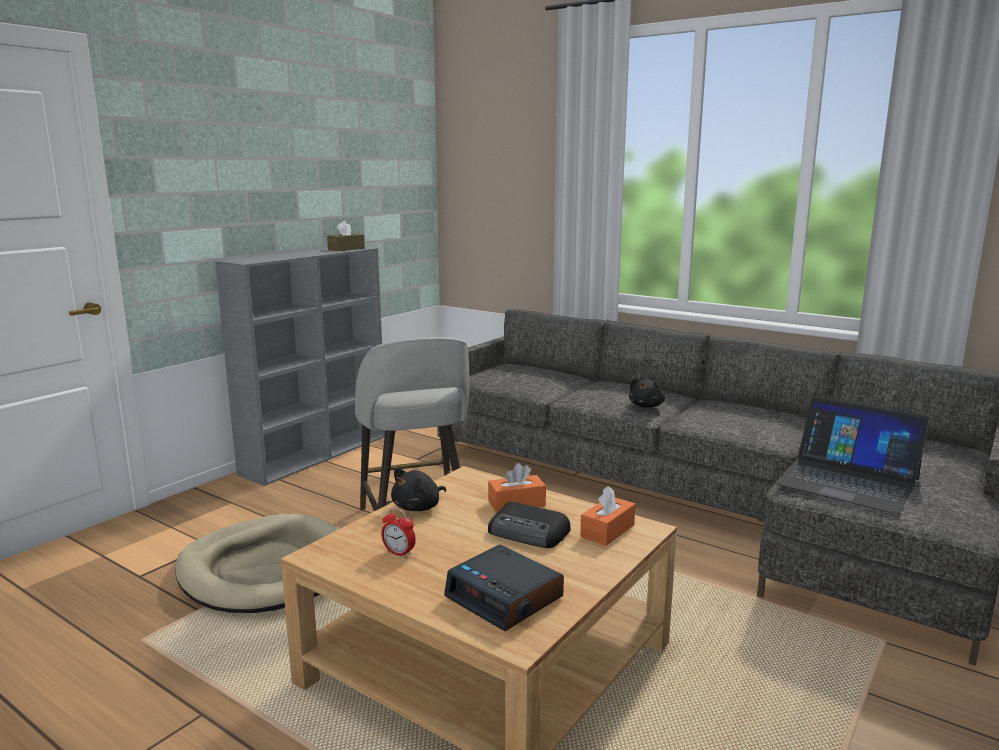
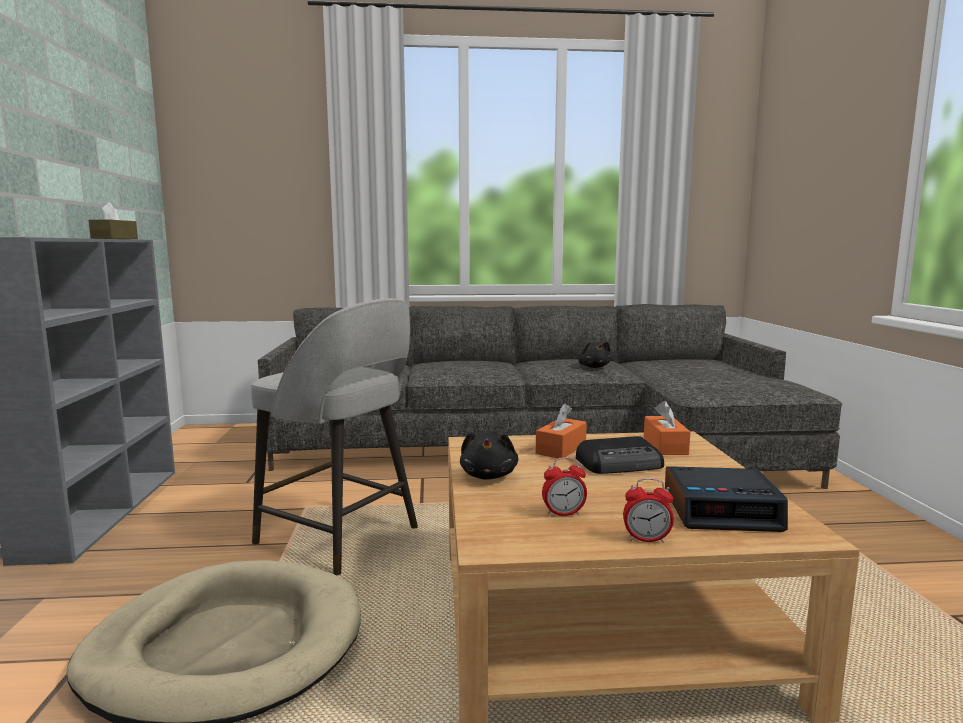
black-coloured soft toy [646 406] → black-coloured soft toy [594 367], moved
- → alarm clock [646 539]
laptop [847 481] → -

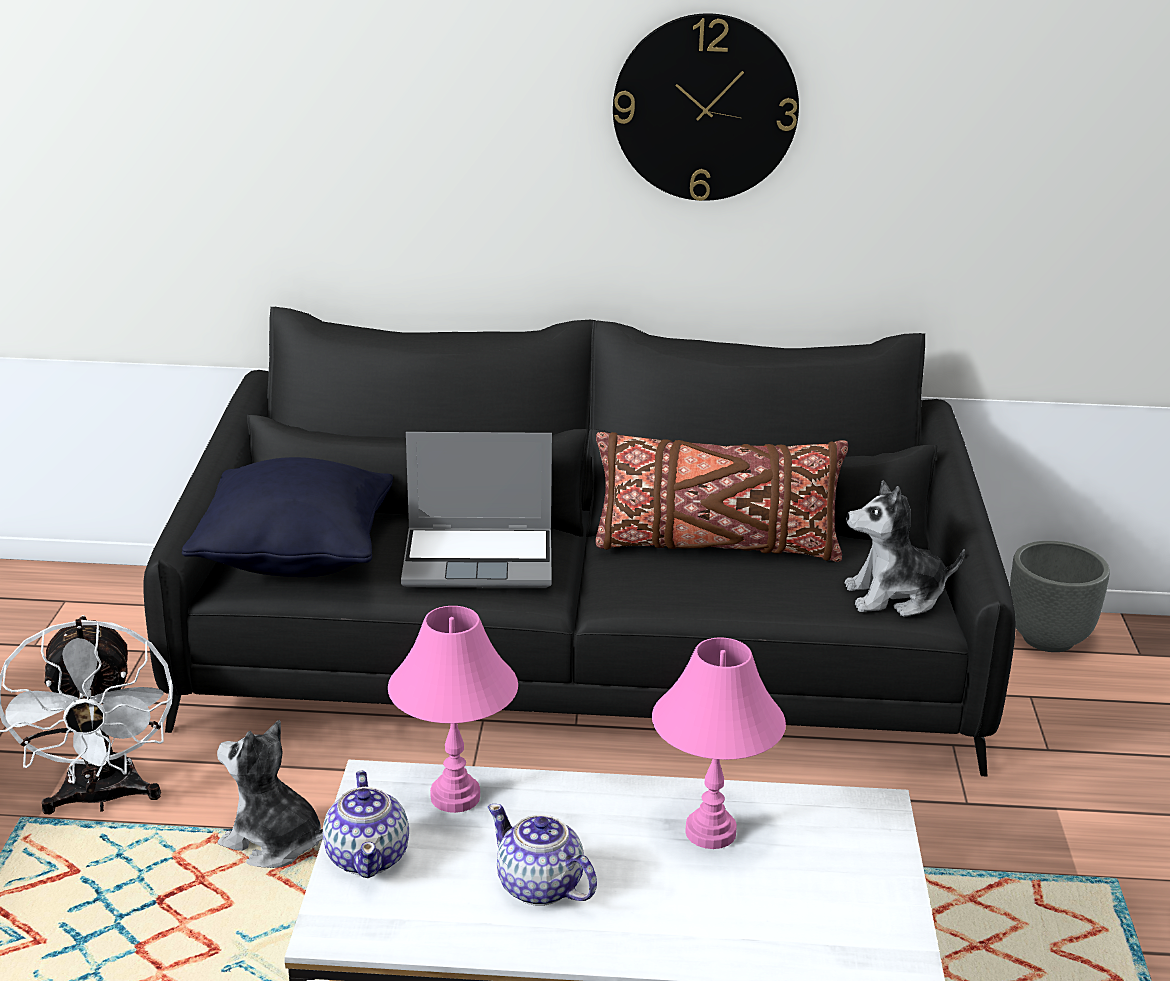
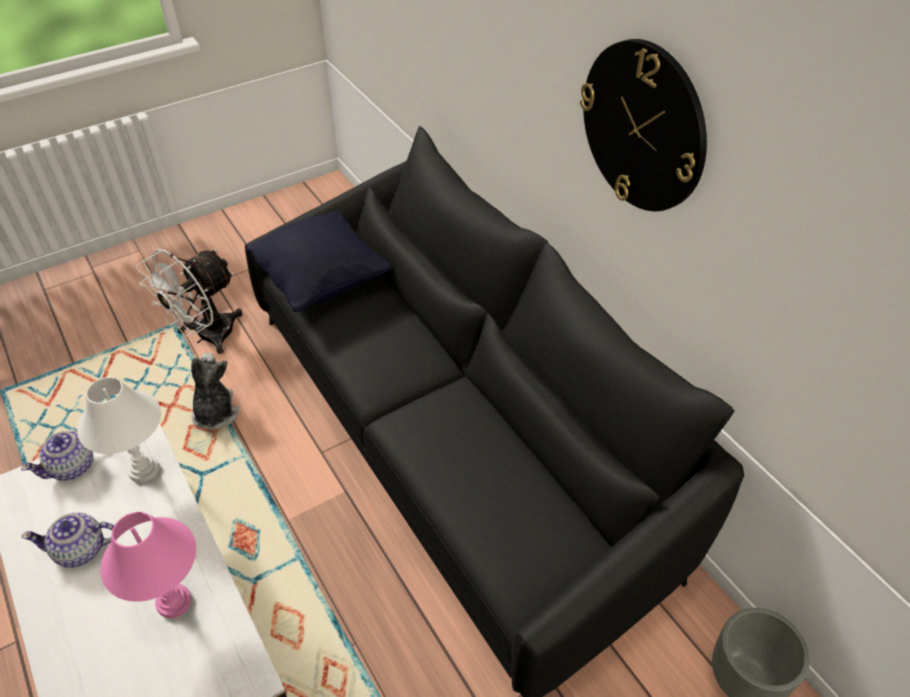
pot for tea [540 887] → pot for tea [81 550], 105 degrees counterclockwise
pinkish tabletop lamp [454 796] → white-coloured tabletop lamp [143 469]
laptop [480 559] → -
brown cushion [715 546] → -
soft toy [894 597] → -

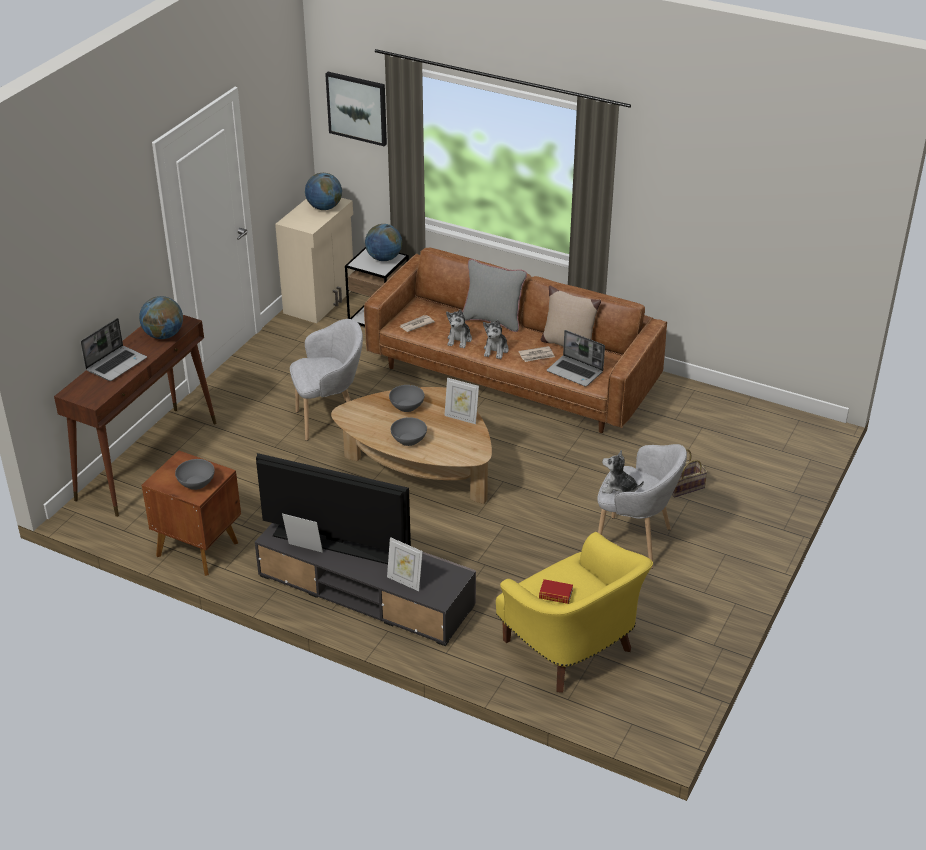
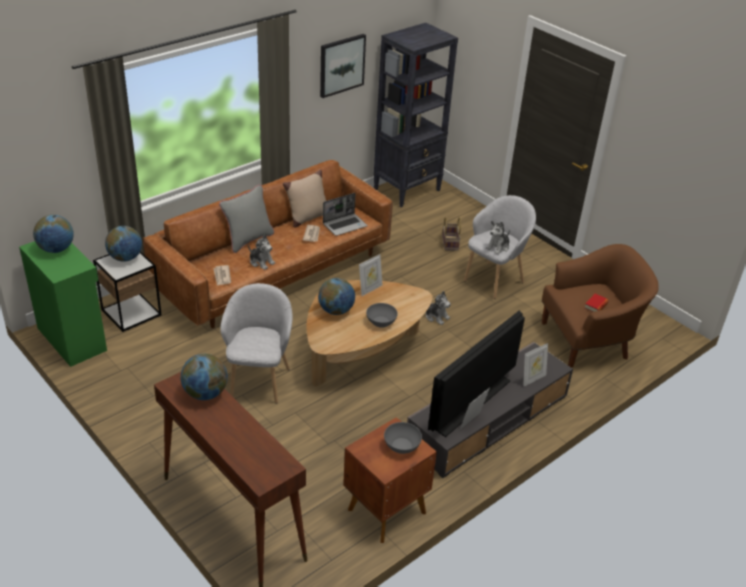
beige cabinet [320 300] → greenish cabinet [73 338]
grey deep dish [407 406] → globe [336 310]
wall art [357 108] → wall art [341 65], moved
- → black-coloured bookshelf [407 190]
soft toy [496 350] → soft toy [436 316], moved
yellow lounge chair [571 650] → brown lounge chair [588 341]
laptop [116 364] → -

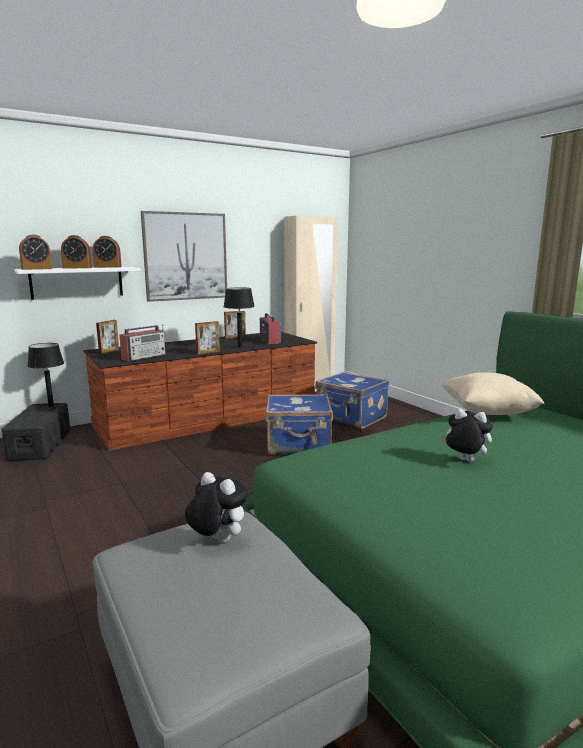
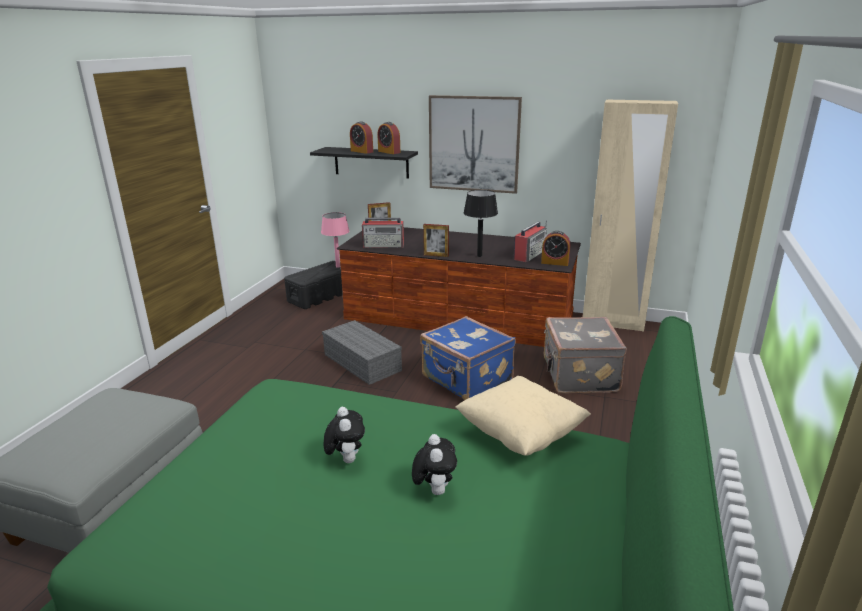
white-coloured wall shelf [77 282] → black-coloured wall shelf [371 162]
black-coloured tabletop lamp [50 406] → pinkish tabletop lamp [338 266]
- → grey storage container [363 362]
soft toy [217 540] → soft toy [434 490], moved
alarm clock [37 269] → alarm clock [555 262], moved
blue-coloured travel case [351 418] → grey travel case [578 375]
photo frame [235 337] → -

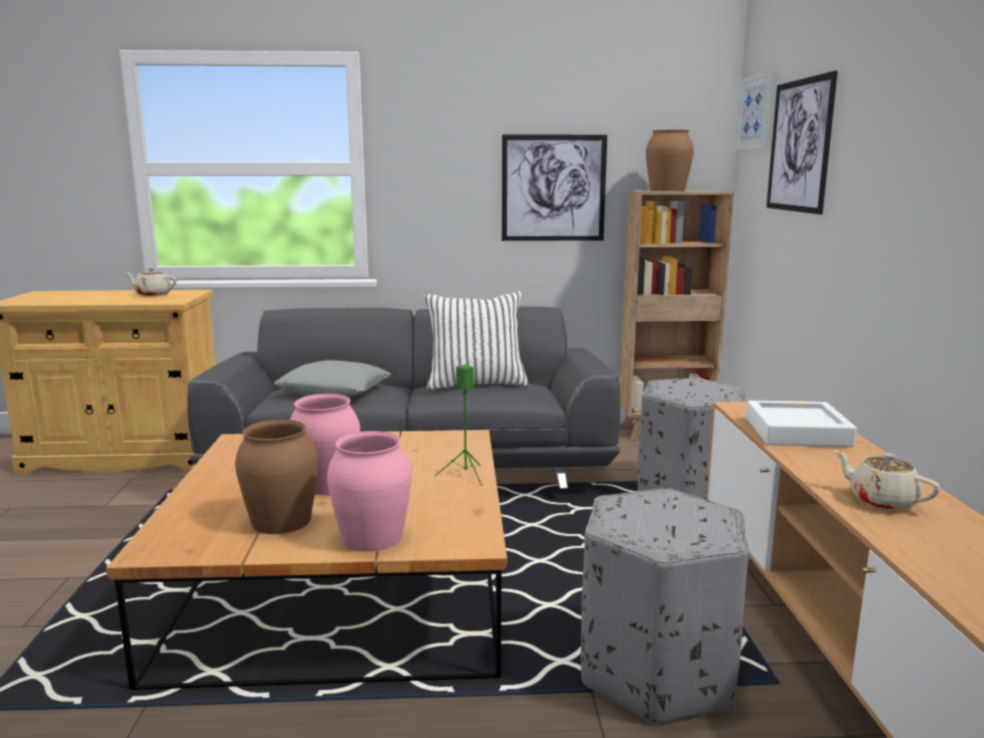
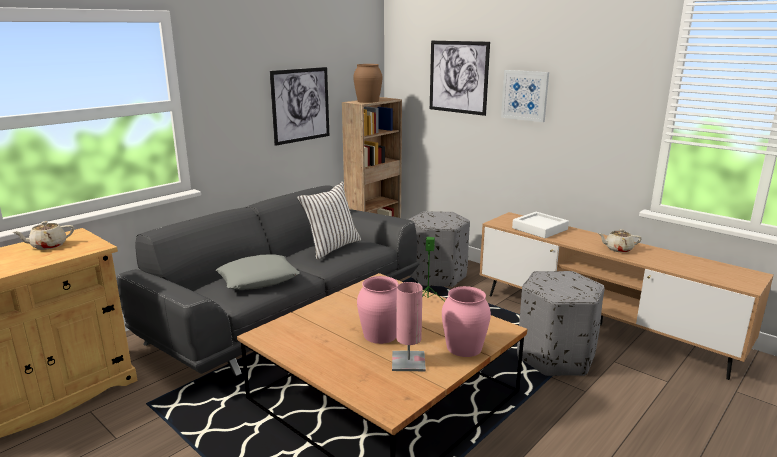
brown flower vase [281 520] → pinkish tabletop lamp [408 361]
wall art [756 112] → wall art [525 95], moved

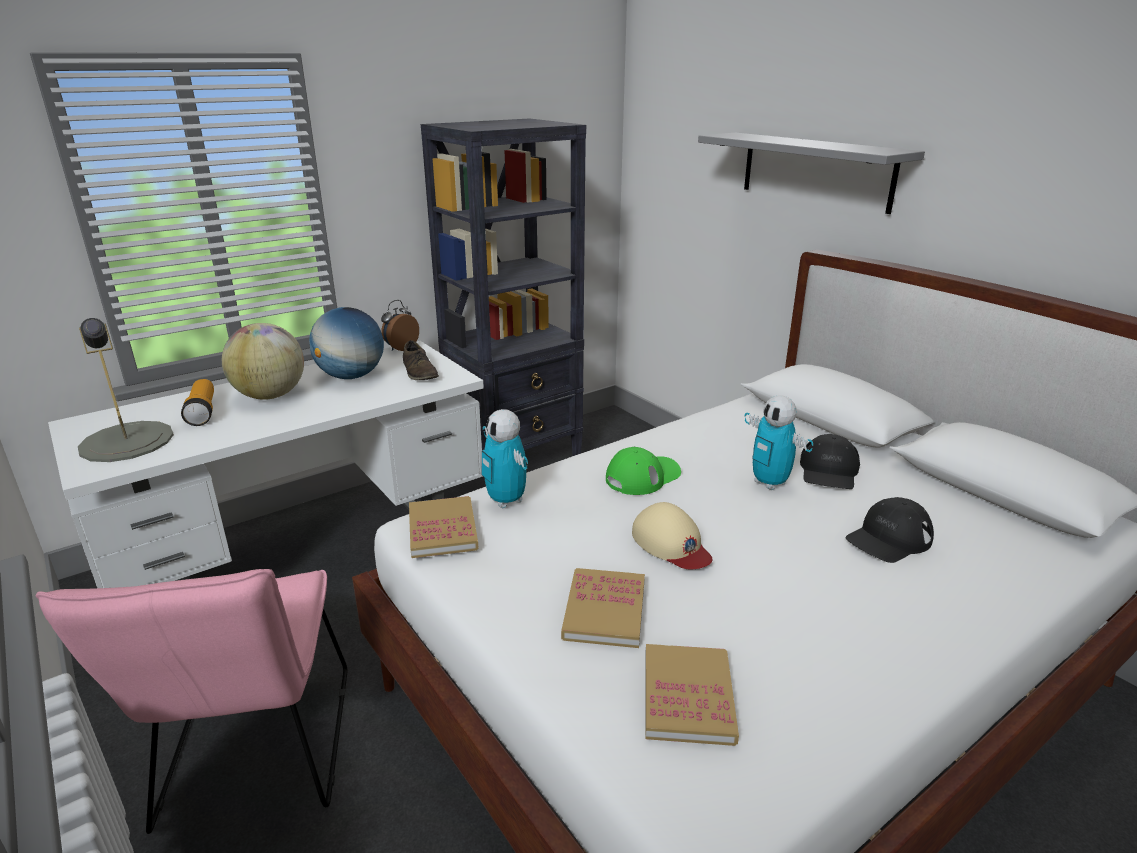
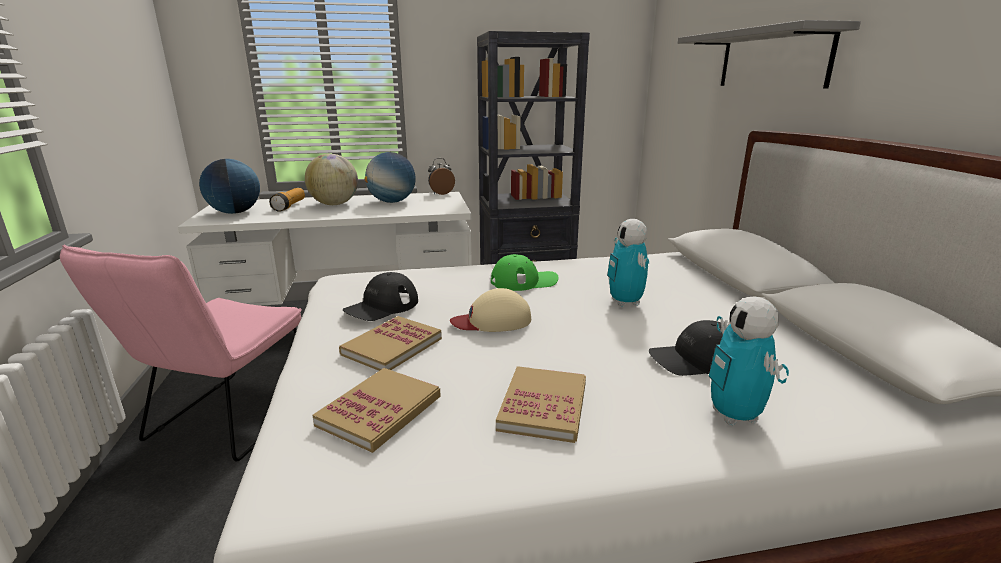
grey tabletop lamp [126 441] → globe [235 212]
black-coloured peaked cap [828 471] → black-coloured peaked cap [382 306], moved
beige peaked cap [671 544] → beige peaked cap [492 321], 90 degrees clockwise
book [442 530] → book [543 406], moved
robot figure [506 500] → robot figure [734 416], moved
brown item of footwear [420 372] → -

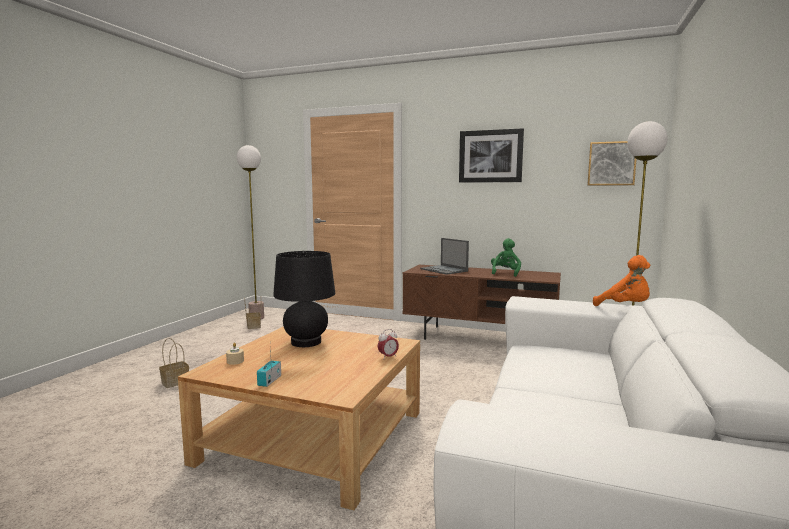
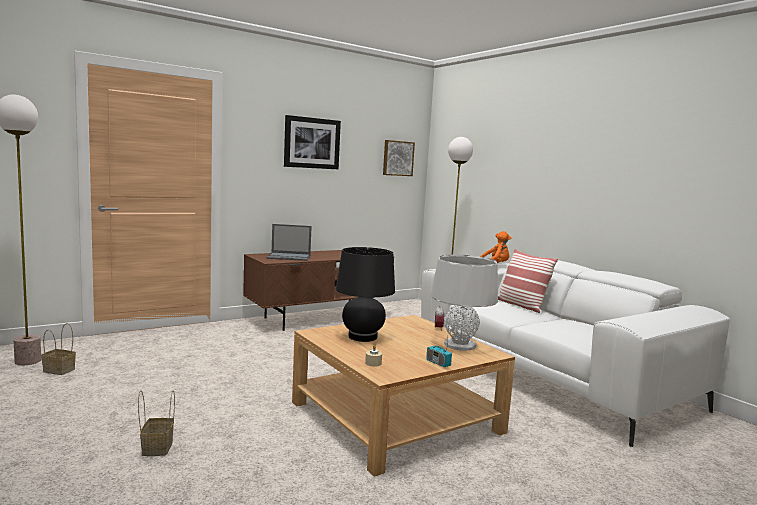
- → grey tabletop lamp [460 345]
- → cushion [521 305]
greenish soft toy [505 273] → -

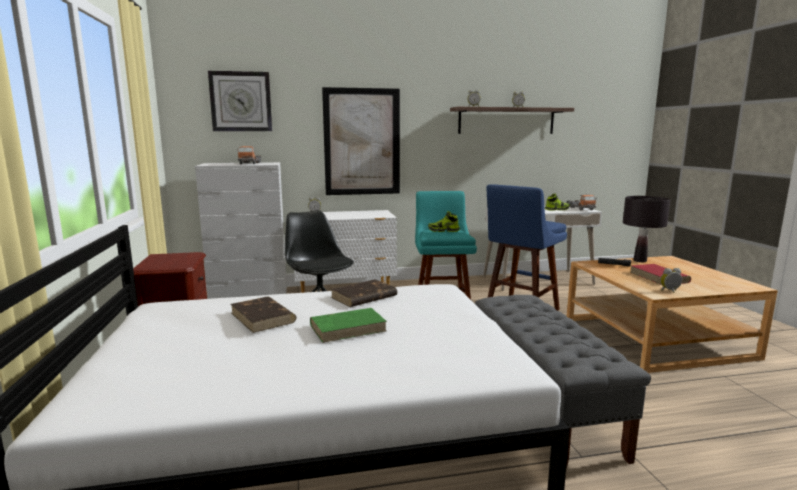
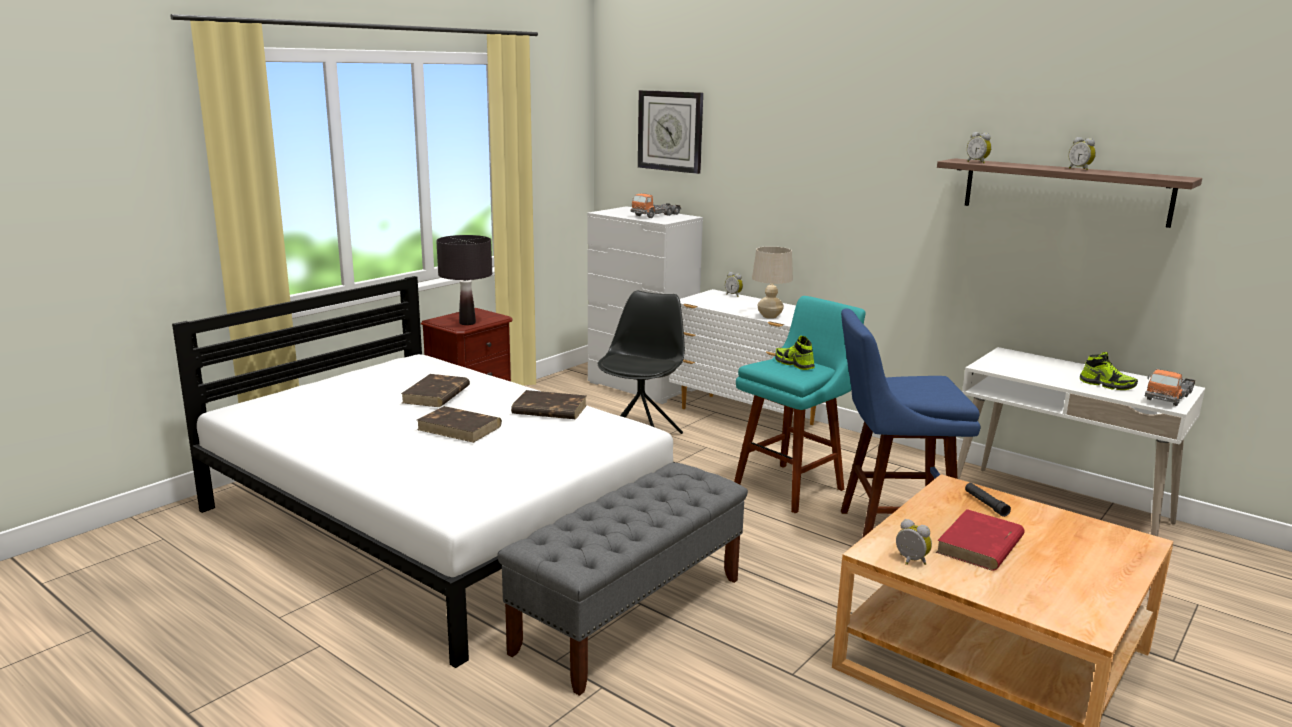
greenish book [348 328] → brown book [460 428]
black-coloured tabletop lamp [639 261] → black-coloured tabletop lamp [467 323], moved
- → beige tabletop lamp [769 316]
wall art [362 142] → -

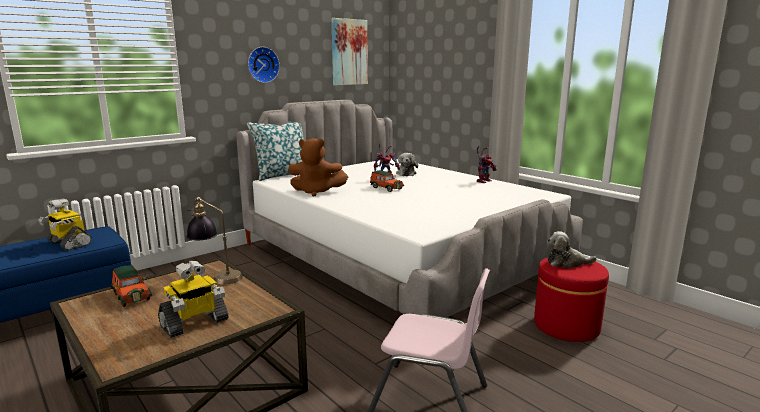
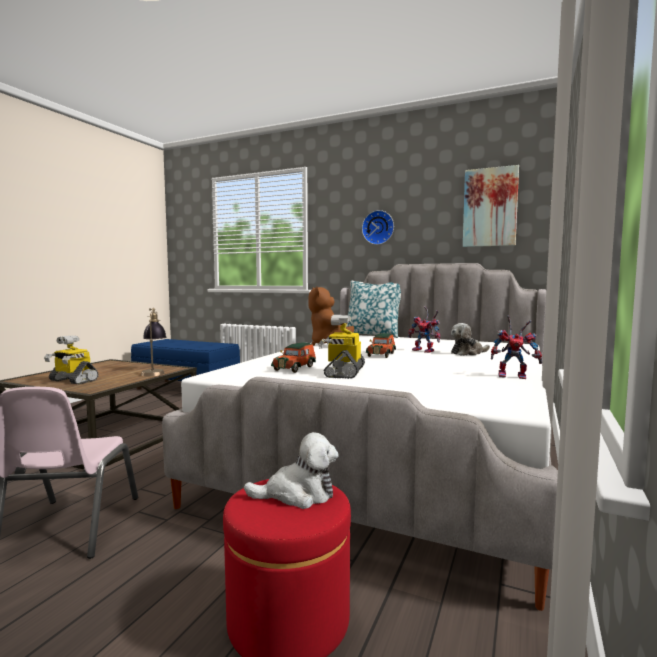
soft toy [566 263] → soft toy [298 494], 105 degrees clockwise
miniature car [131 296] → miniature car [295 368], moved
robot figure [68 243] → robot figure [343 372], moved

